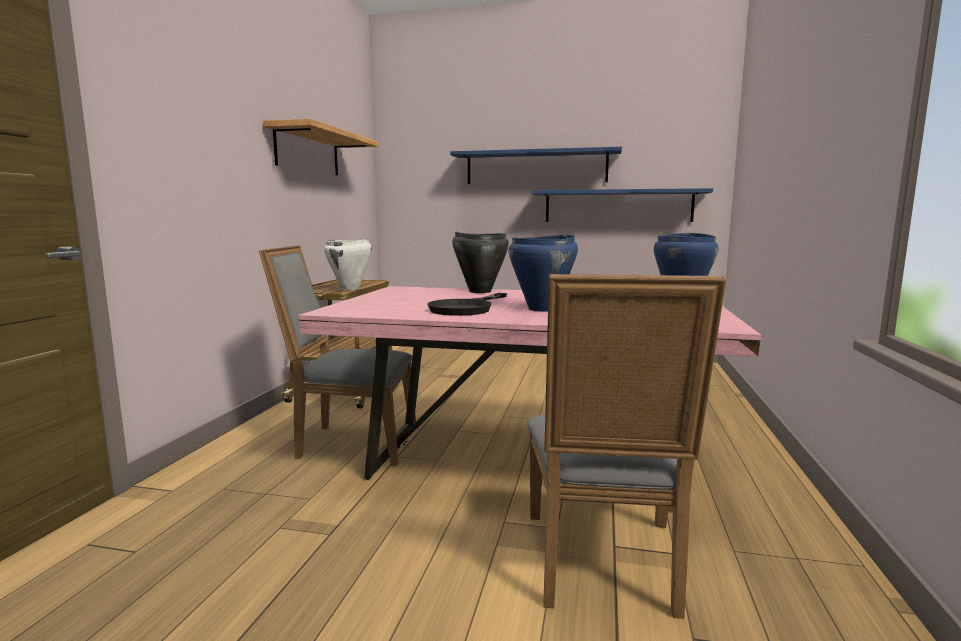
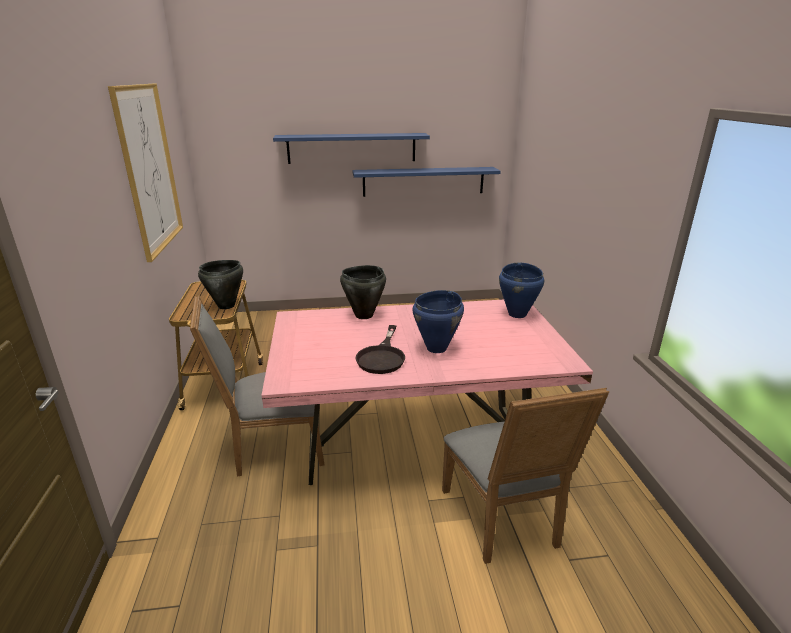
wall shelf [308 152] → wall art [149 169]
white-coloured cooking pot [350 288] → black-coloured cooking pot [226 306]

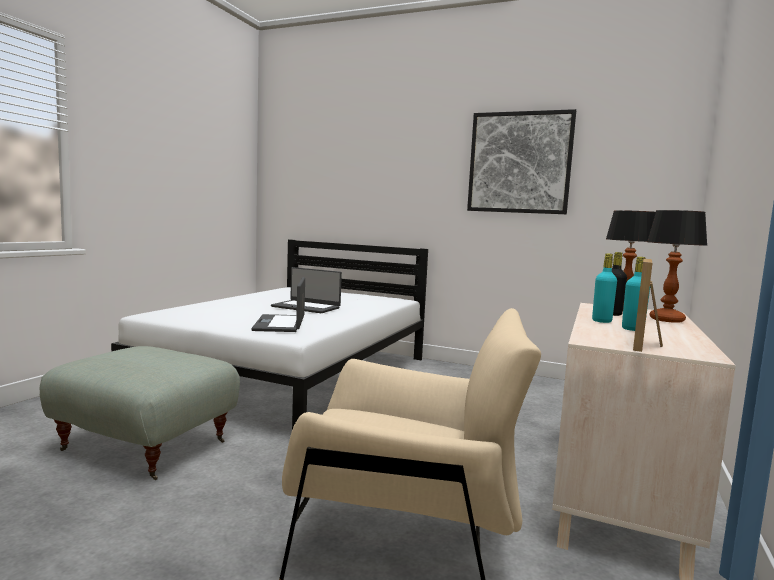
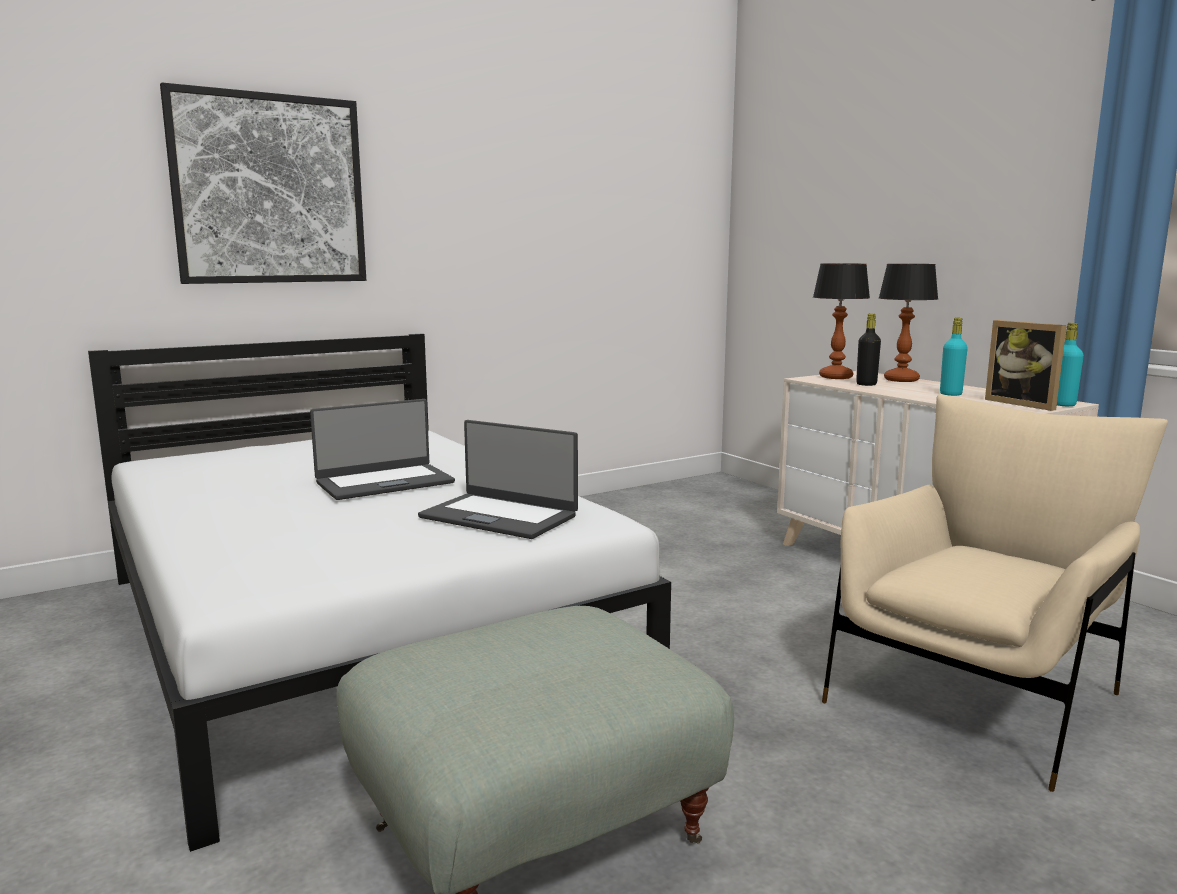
wall art [519 163] → wall art [269 190], moved
turquoise-coloured drink bottle [601 321] → turquoise-coloured drink bottle [1062 404], moved

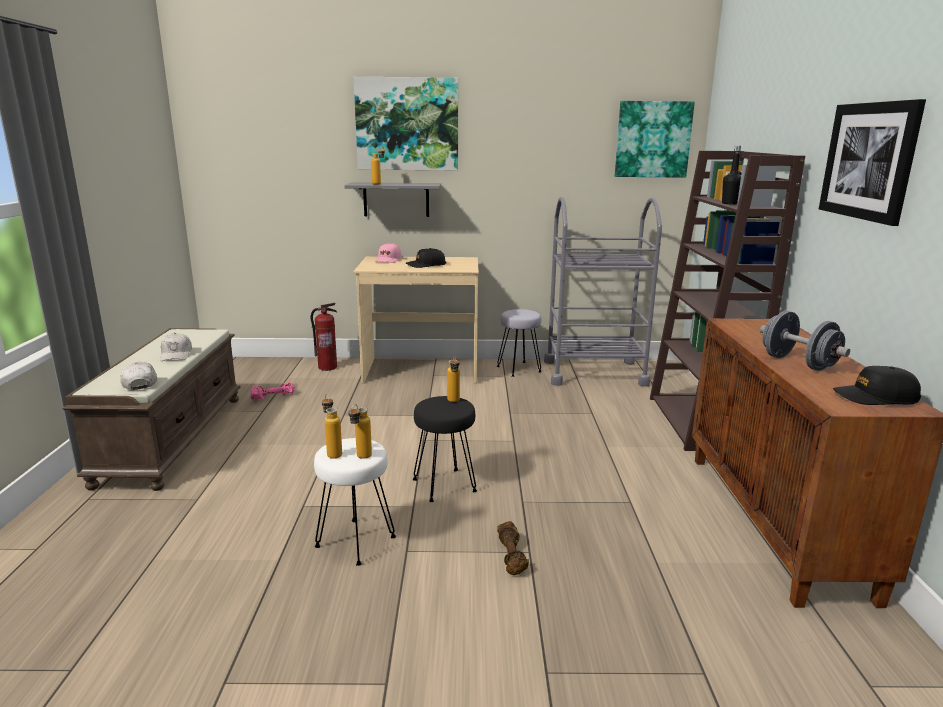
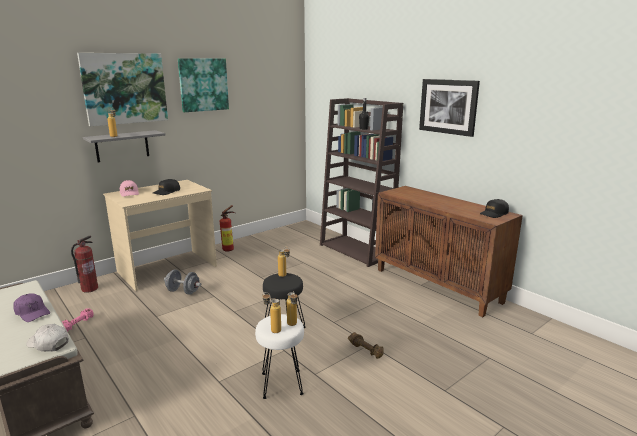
white-coloured peaked cap [176 355] → purple-coloured peaked cap [32 312]
grey hand weight [798 363] → grey hand weight [183 291], moved
wall art [652 139] → wall art [203 85], moved
grey stool seat [519 369] → fire extinguisher [229 249]
grey cart [594 373] → -

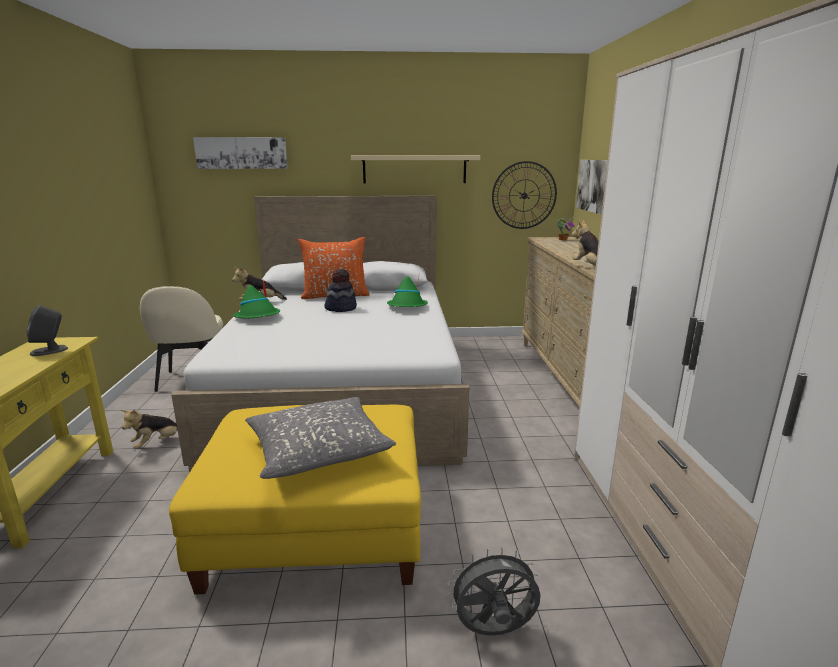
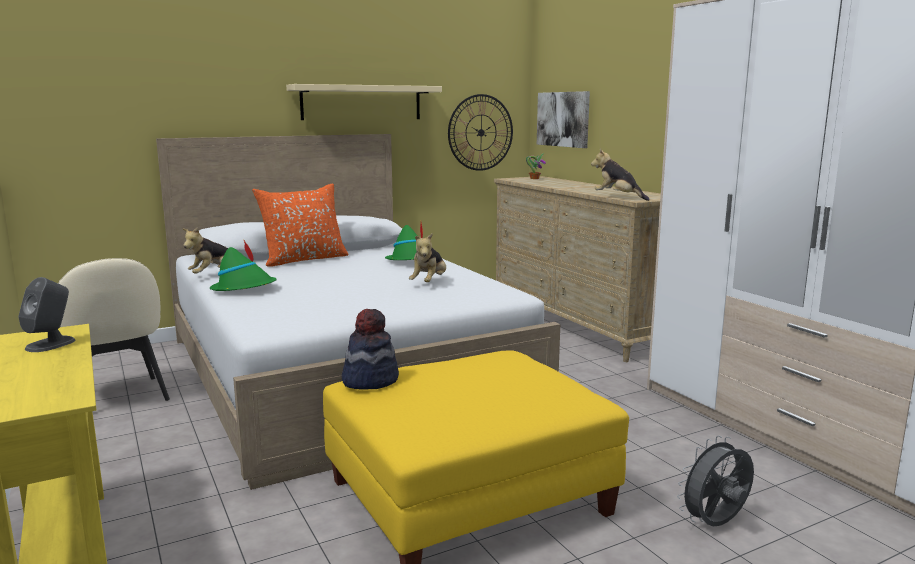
clothing hat [341 308] → clothing hat [370 380], moved
soft toy [157 443] → soft toy [429 283], moved
wall art [241 153] → -
grey cushion [319 450] → -

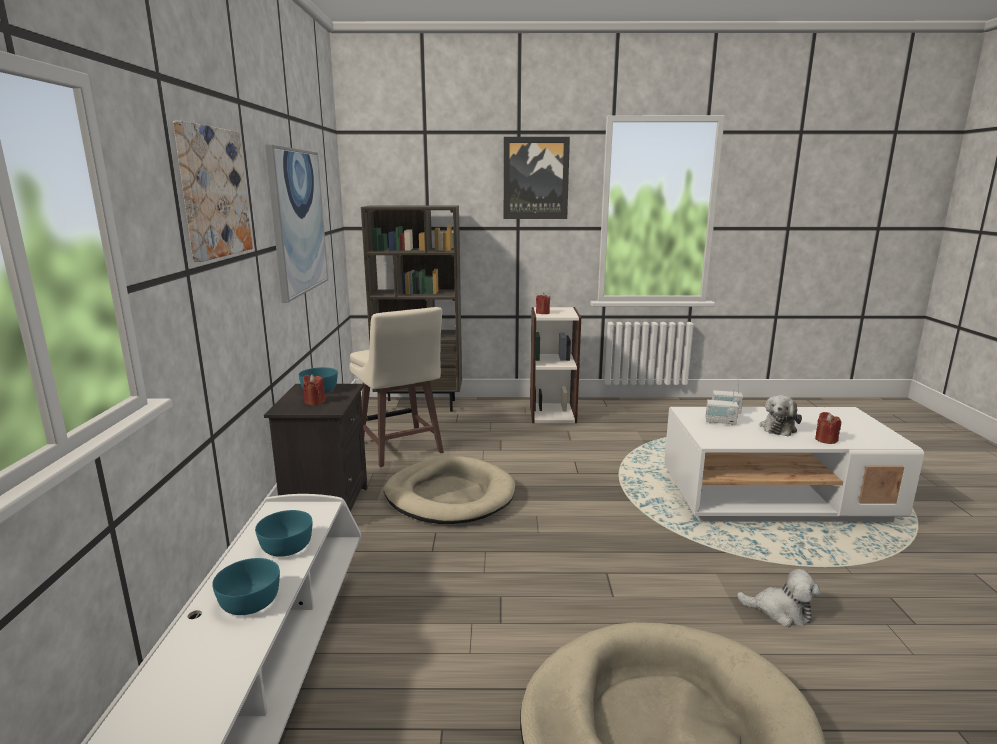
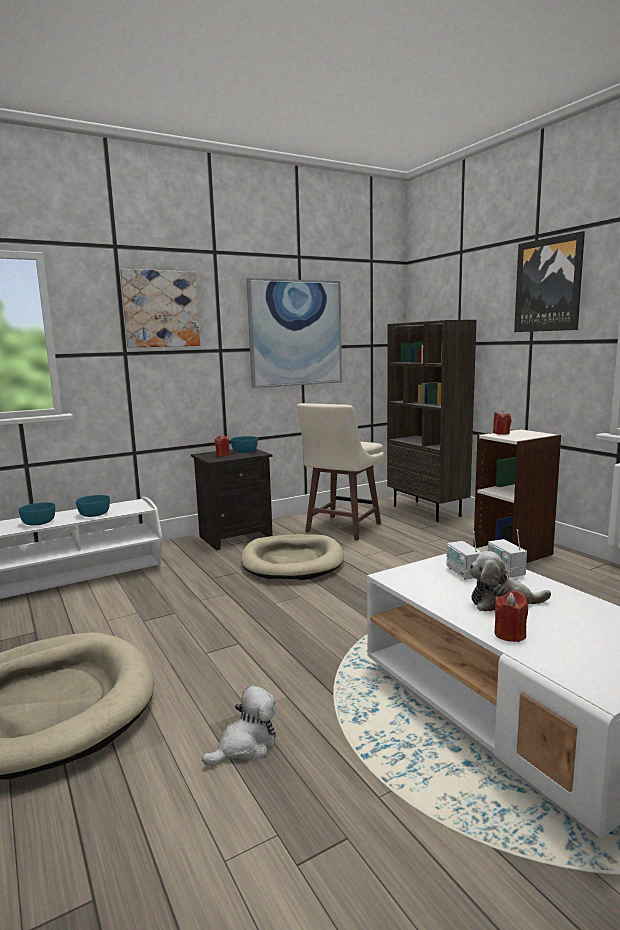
soft toy [780 611] → soft toy [245 745], 120 degrees counterclockwise

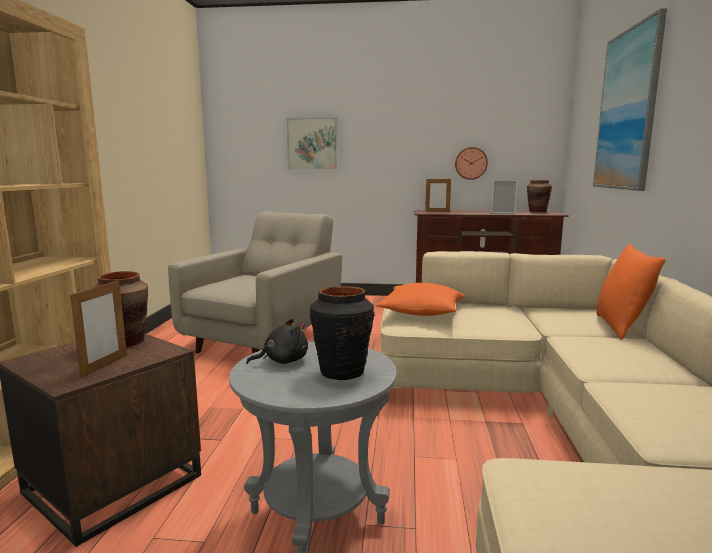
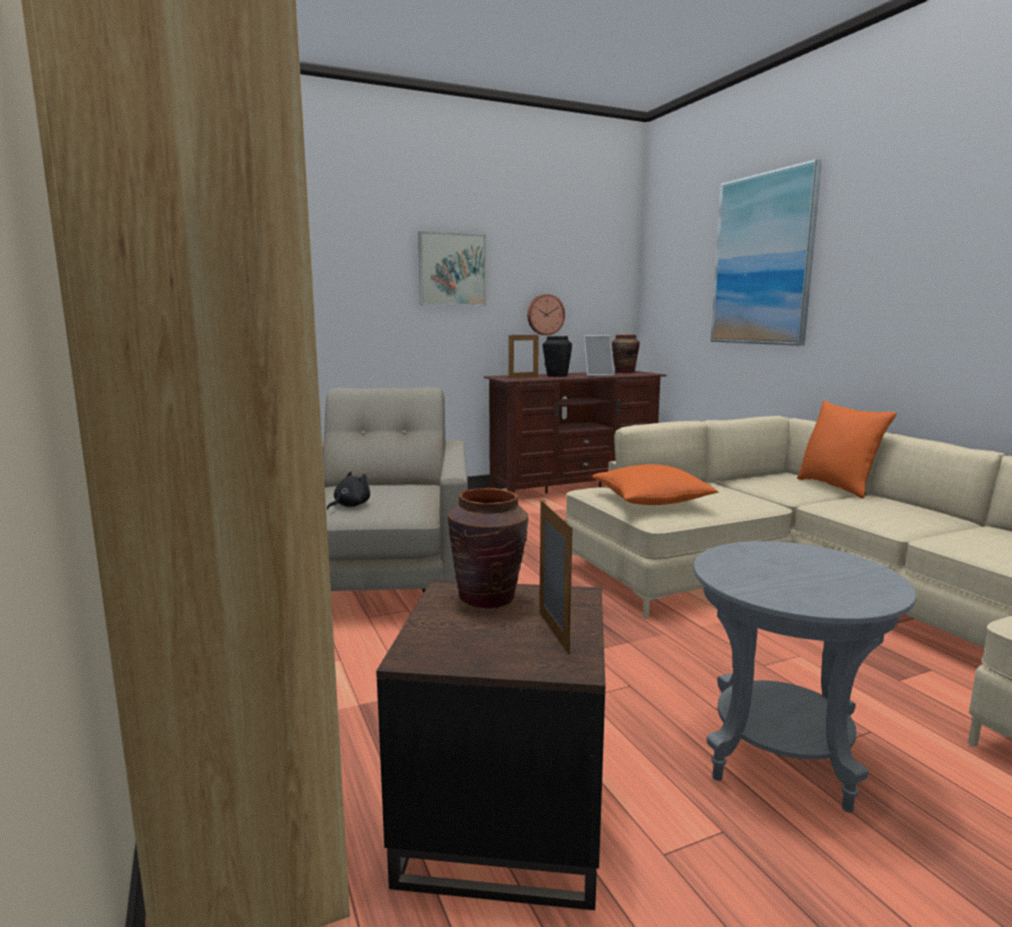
black-coloured soft toy [282 361] → black-coloured soft toy [350 506], moved
wall art [312 144] → wall art [452 269], moved
black-coloured flower vase [342 372] → black-coloured flower vase [556 376], moved

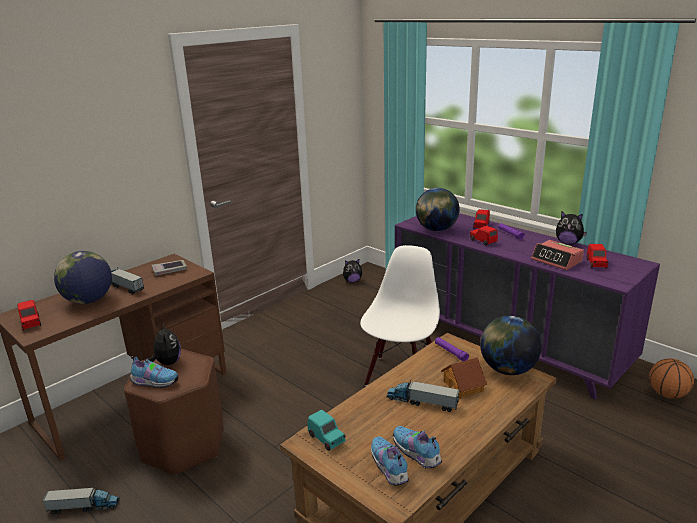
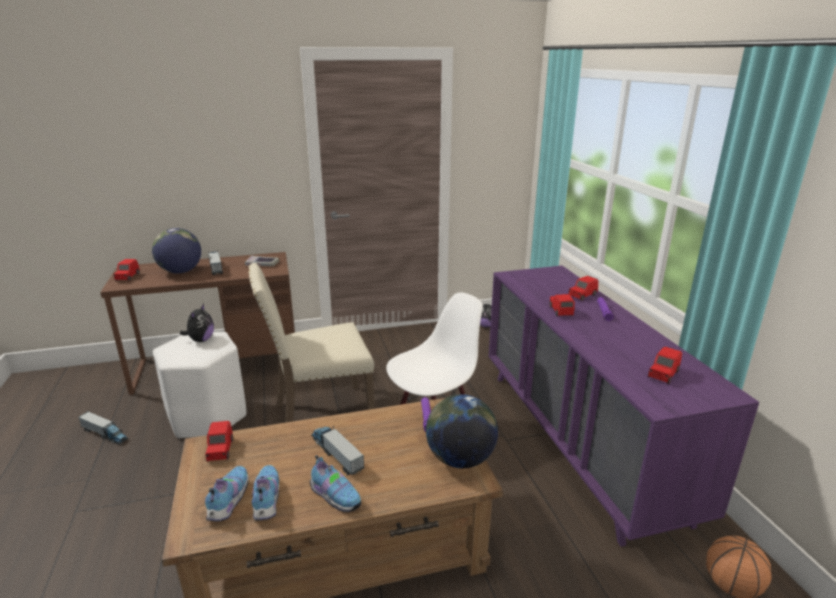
brown stool seat [183 445] → white-coloured stool seat [207 417]
turquoise-coloured miniature car [326 439] → reddish miniature car [220 450]
- → beige upright chair [320 415]
item of footwear [154 382] → item of footwear [335 496], moved
globe [436 229] → -
toy house [463 386] → -
alarm clock [557 260] → -
soft toy [568 243] → -

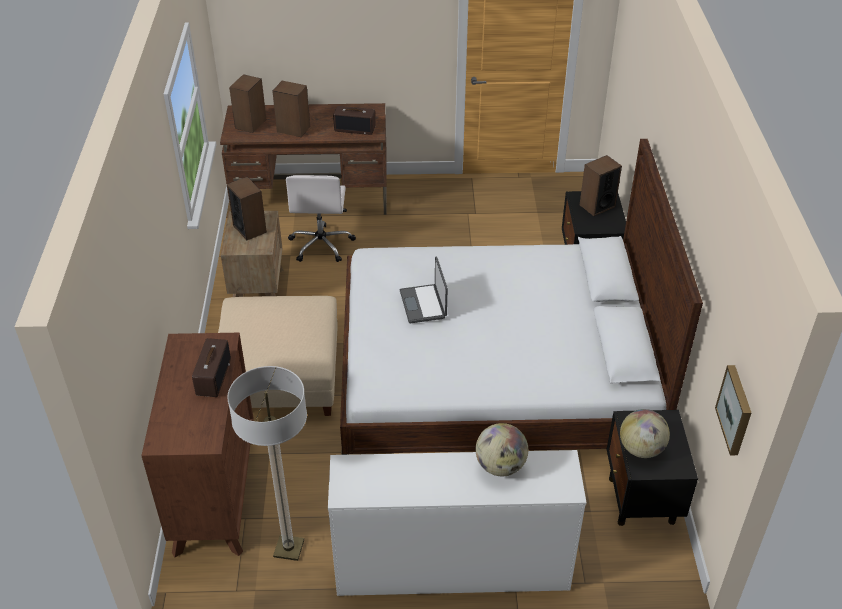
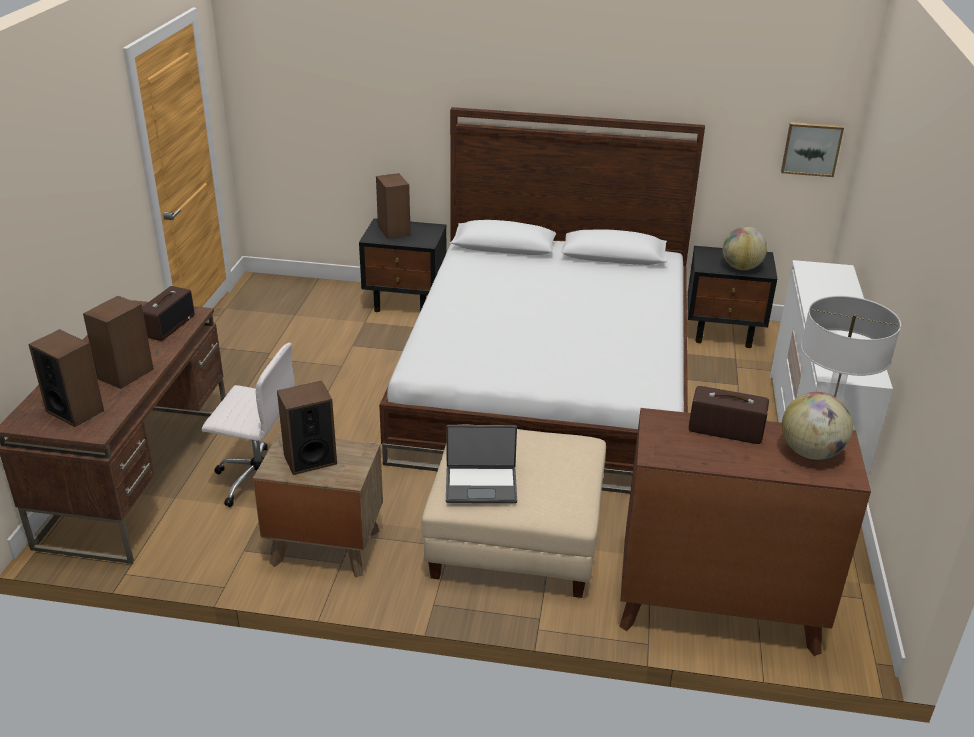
laptop [424 304] → laptop [481 485], moved
globe [500 466] → globe [810 452], moved

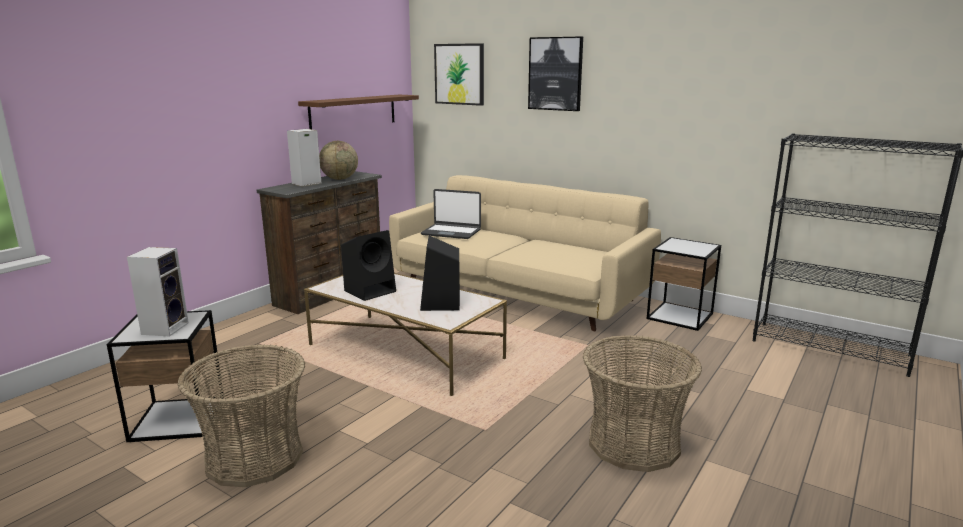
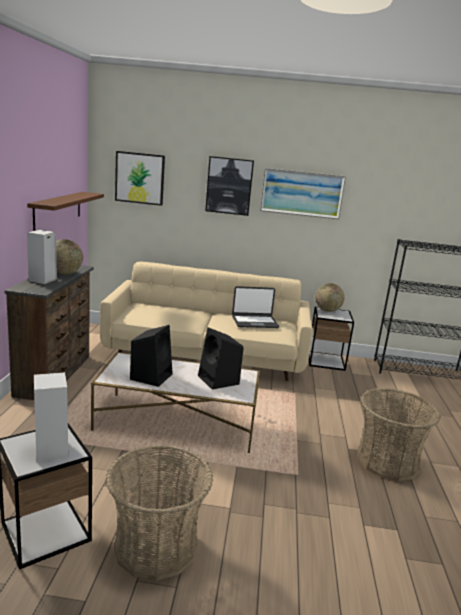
laptop [451 232] → laptop [254 322], moved
- → wall art [302 193]
- → globe [327 310]

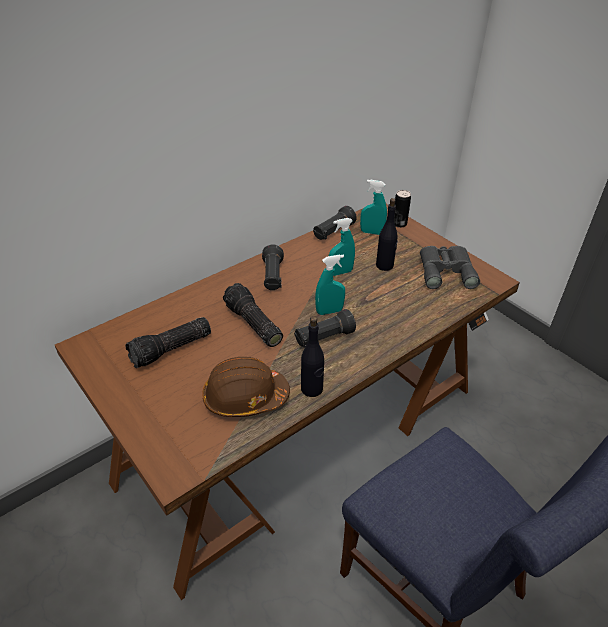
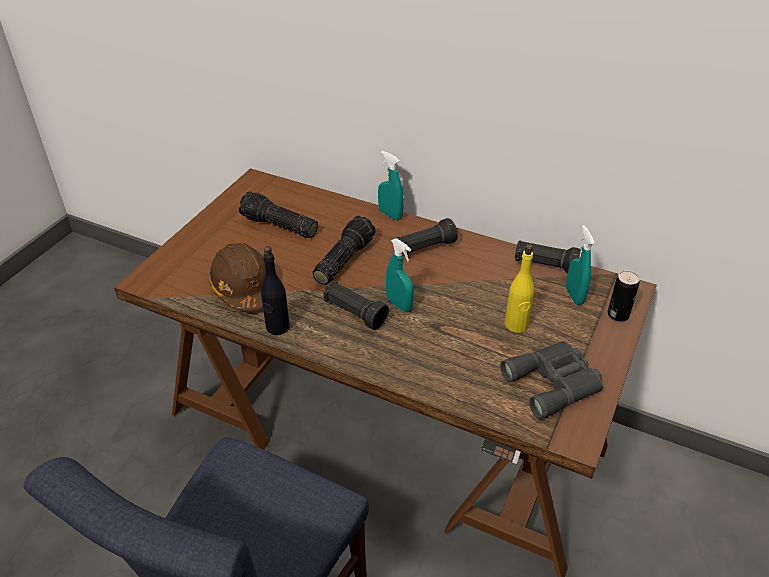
turquoise-coloured sprayer [340 272] → turquoise-coloured sprayer [390 215], moved
black-coloured drink bottle [385 265] → yellow drink bottle [516 325]

